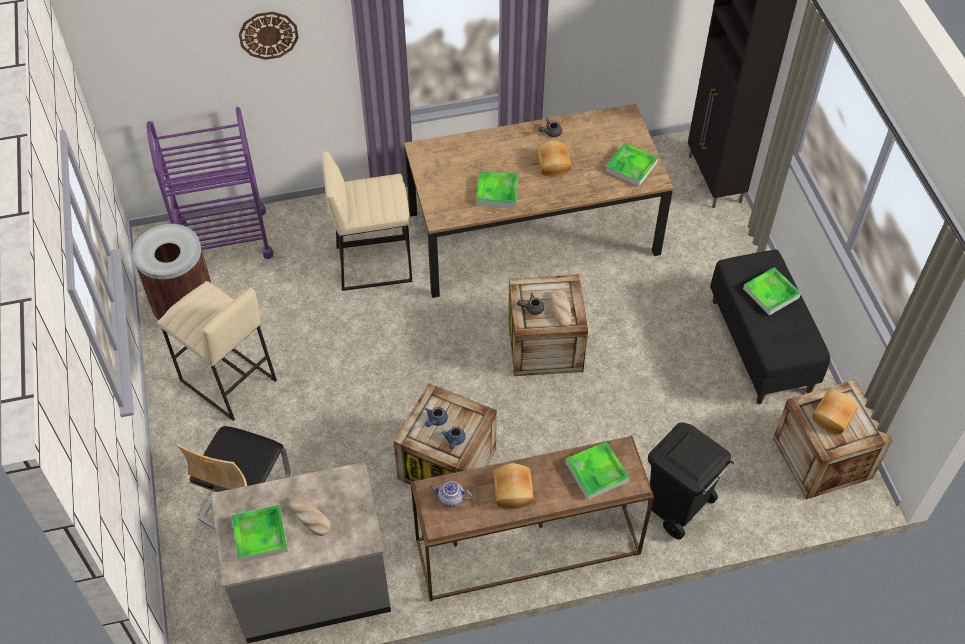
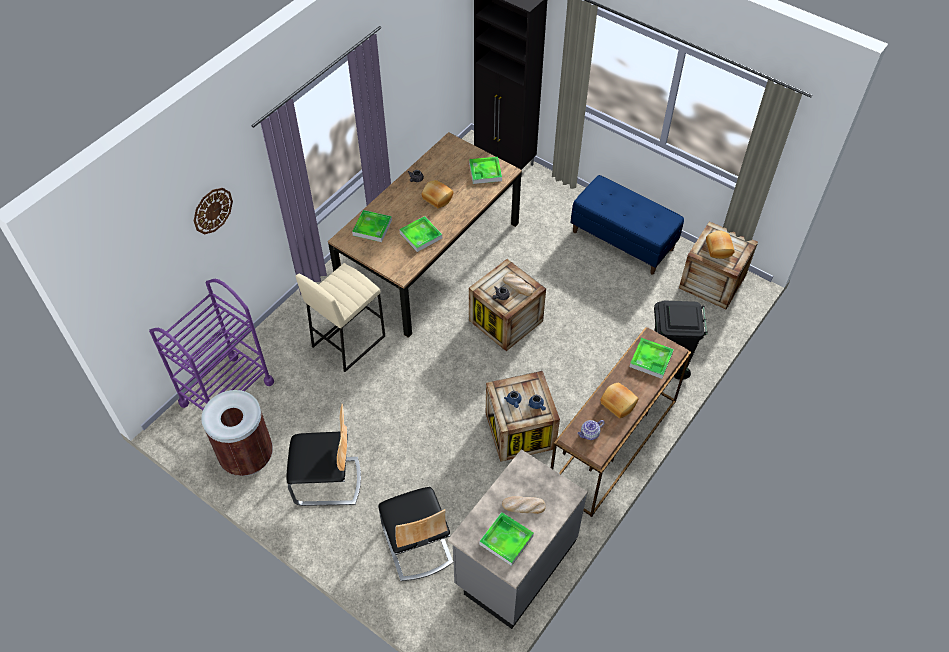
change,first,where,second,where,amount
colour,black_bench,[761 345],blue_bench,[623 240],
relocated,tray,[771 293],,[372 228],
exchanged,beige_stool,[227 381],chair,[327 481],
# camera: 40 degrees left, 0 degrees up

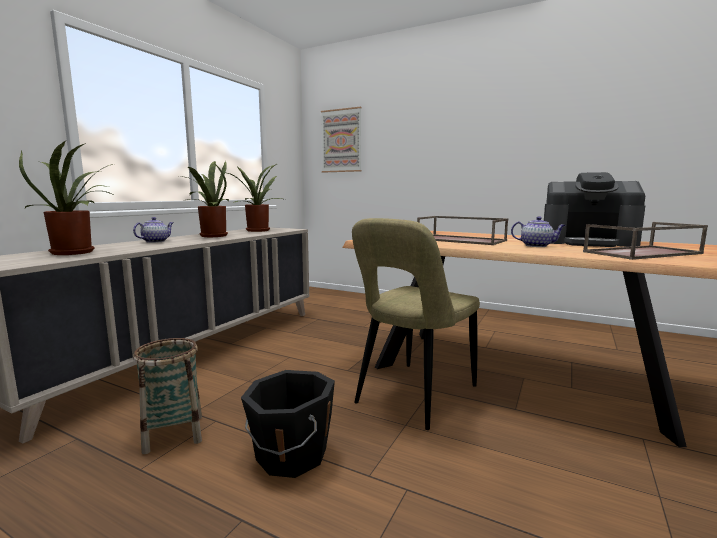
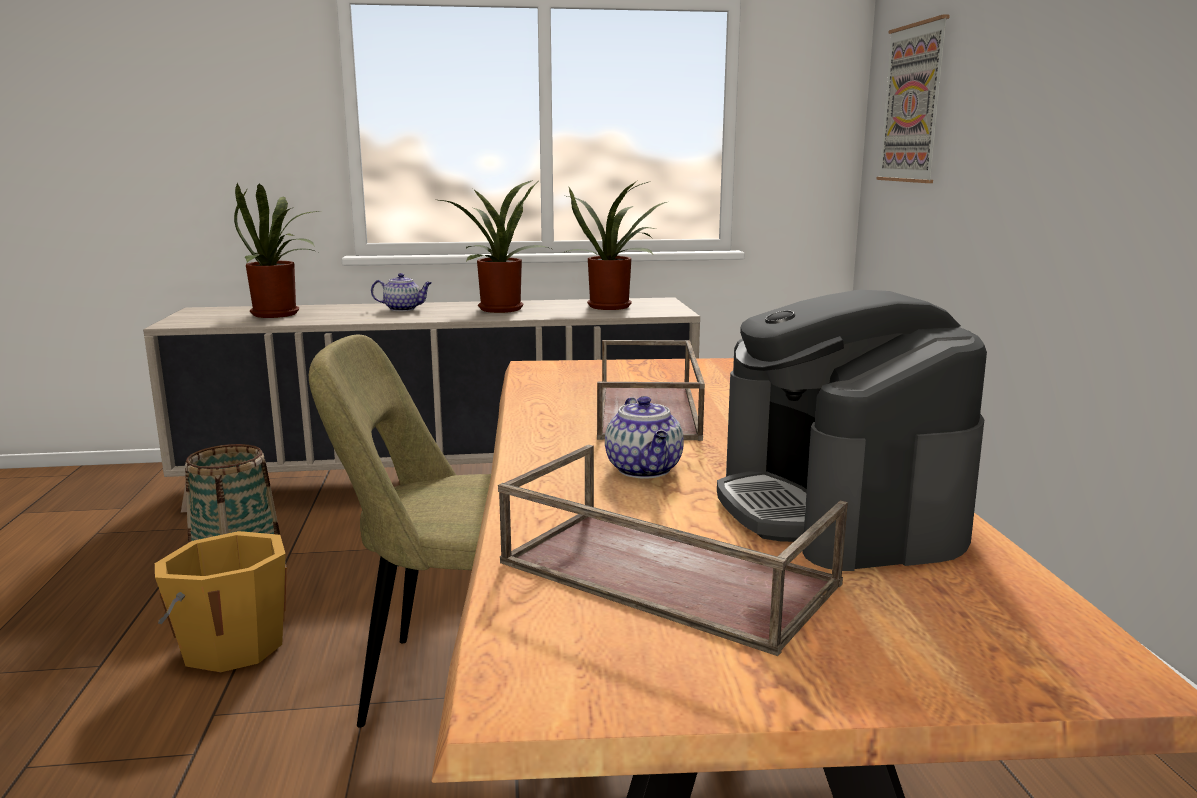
change,first,where,second,where,amount
colour,black_bucket,[290 455],orange_bucket,[231 645],
# camera: 55 degrees right, 5 degrees up

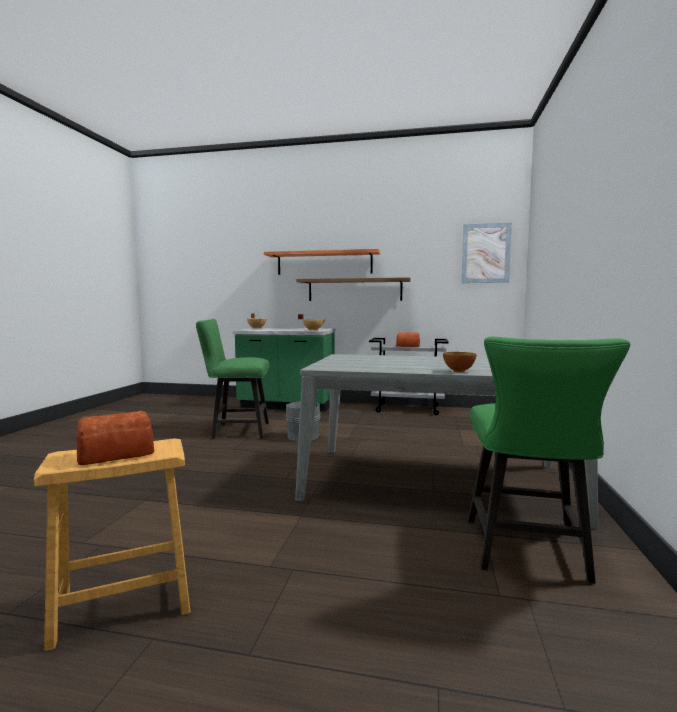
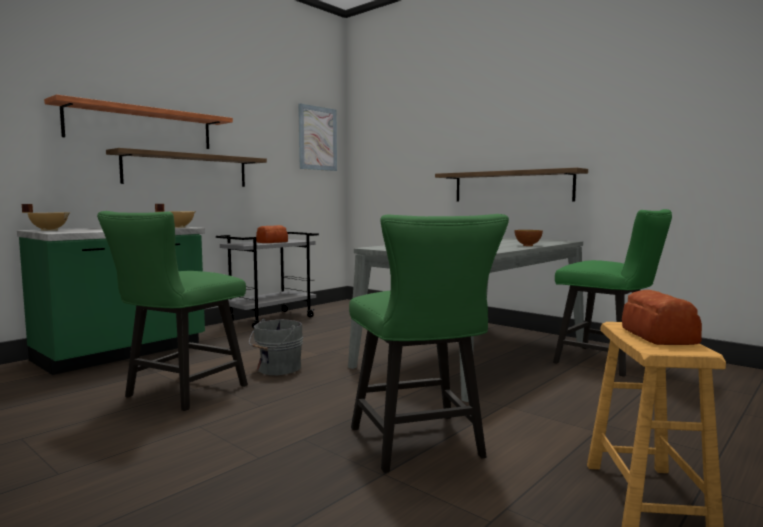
change,first,where,second,where,amount
appeared,,,shelf,[511 186],
appeared,,,green_chair,[421 446],
# camera: 60 degrees left, 0 degrees up

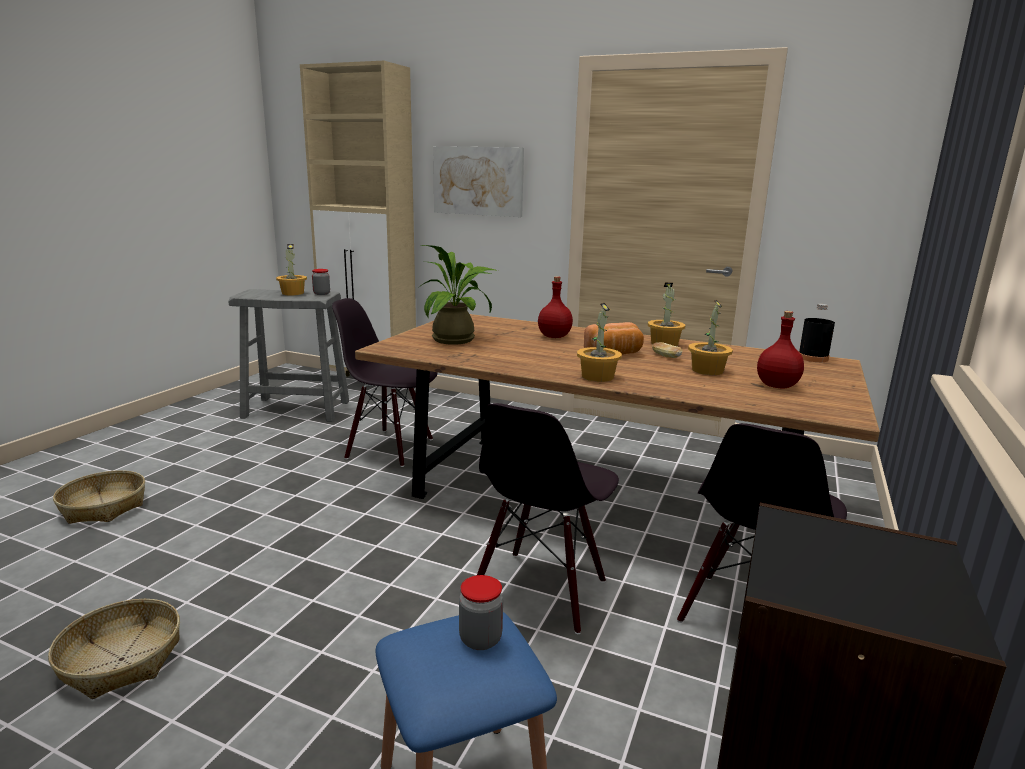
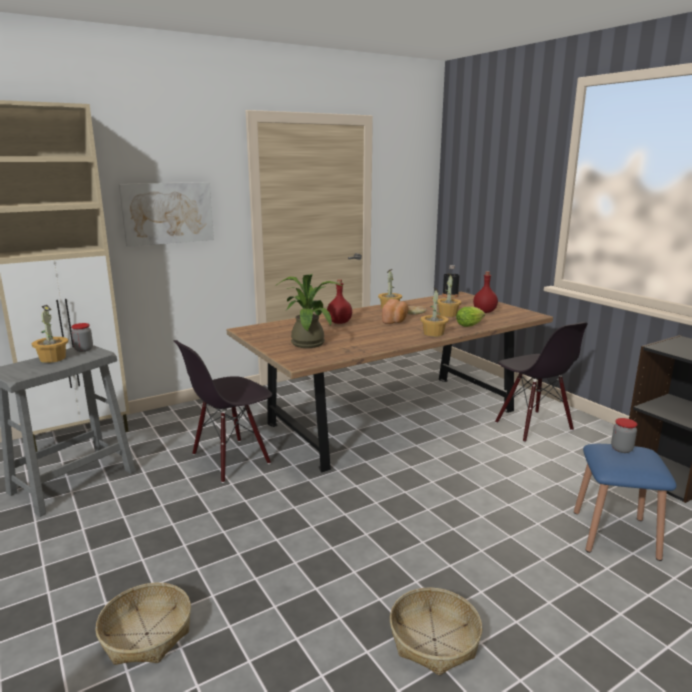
change,first,where,second,where,amount
missing,black_chair,[541 590],,,
appeared,,,lettuce,[470 325],
# camera: 55 degrees left, 0 degrees up

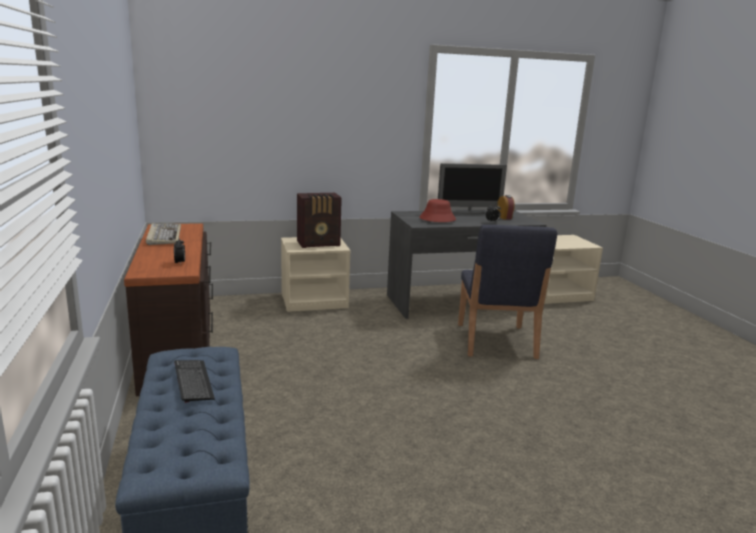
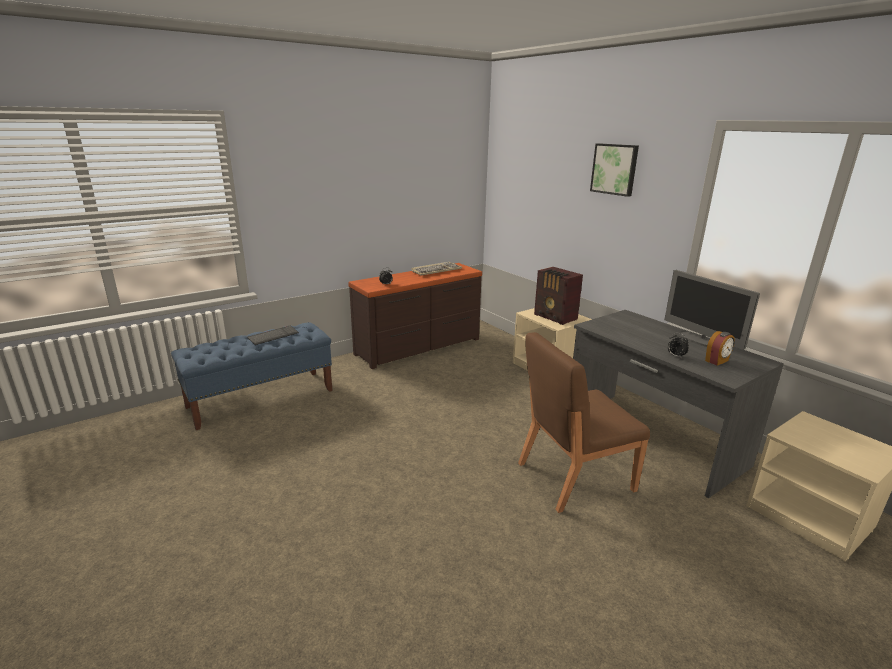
change,first,where,second,where,amount
missing,red_hat,[437 219],,,
colour,blue_chair,[495 341],brown_chair,[573 476],
appeared,,,picture,[615 169],
# camera: 70 degrees right, 5 degrees up

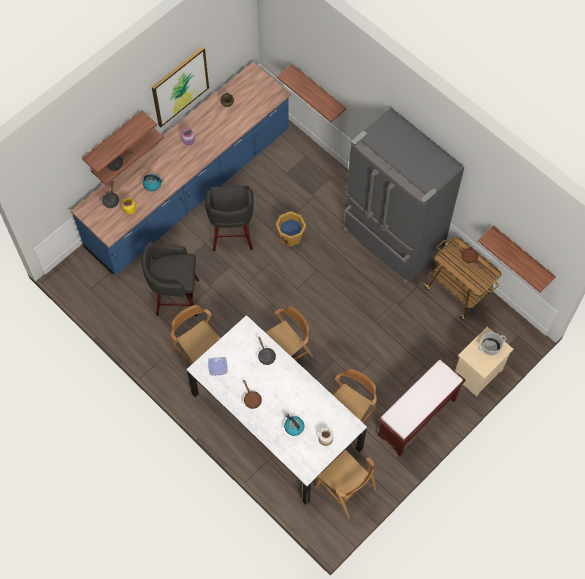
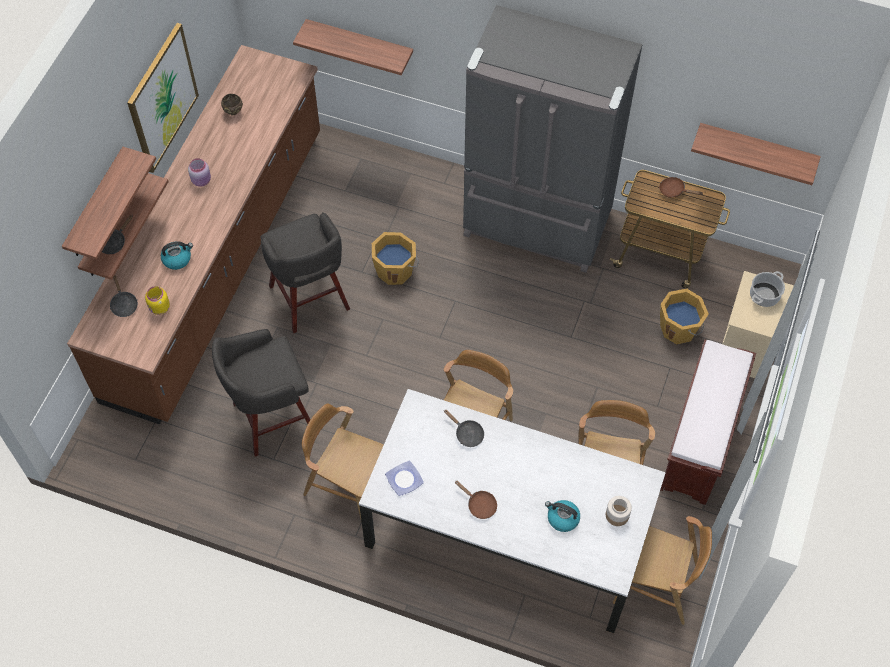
change,first,where,second,where,amount
colour,blue_counter,[189 189],brown_counter,[217 264],
appeared,,,orange_bucket,[679 328],
# camera: 25 degrees left, 5 degrees down

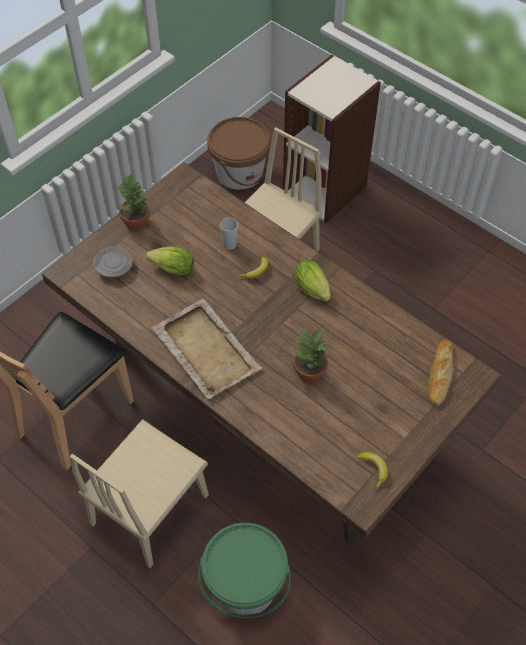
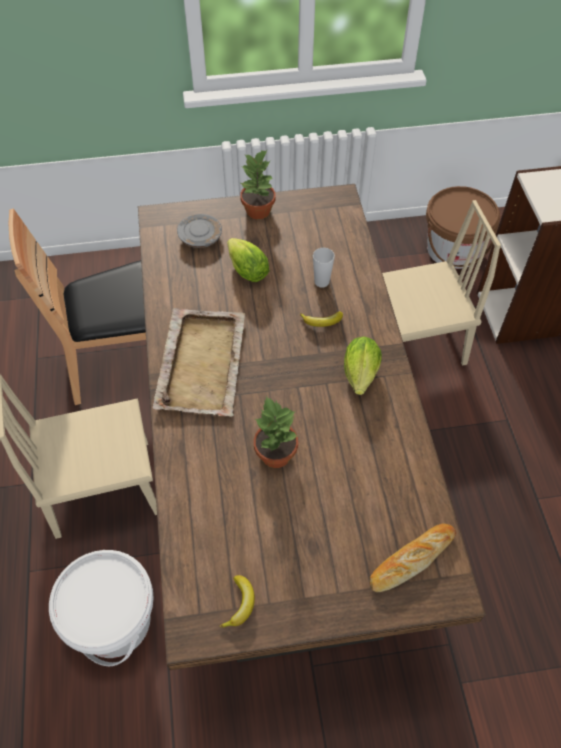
change,first,where,second,where,amount
colour,green_bucket,[245 585],white_bucket,[114 621],
# camera: 40 degrees right, 0 degrees up

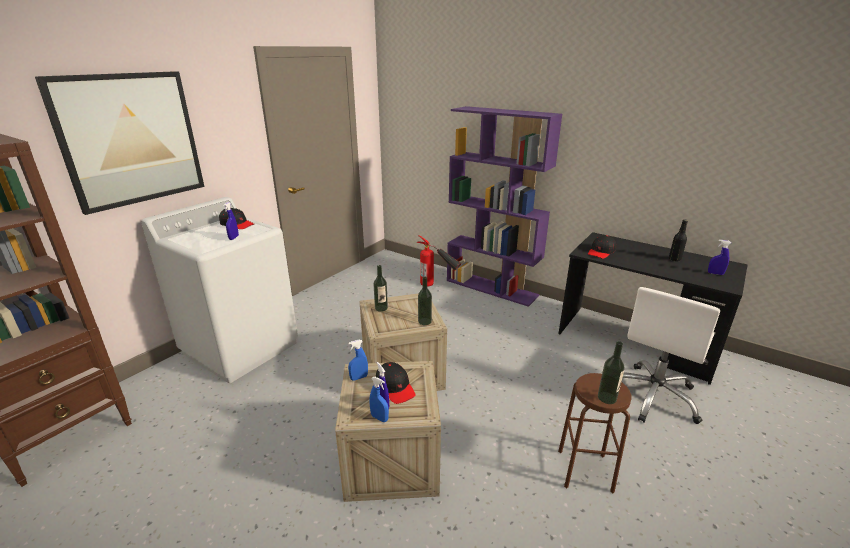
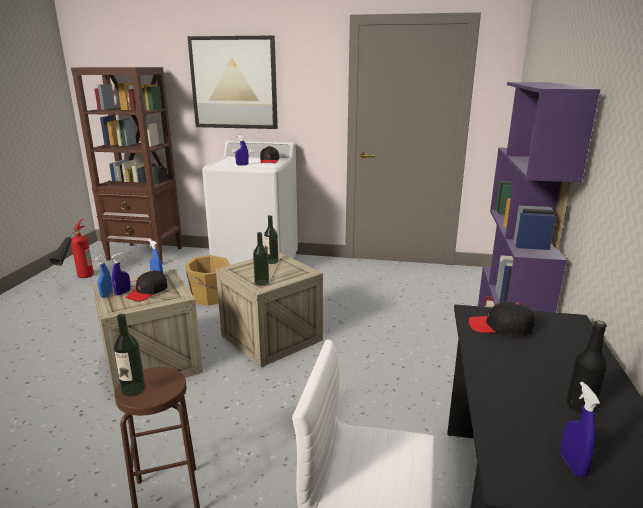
change,first,where,second,where,amount
relocated,fire_extinguisher,[437 286],,[77 281],
appeared,,,orange_bucket,[211 297],
# camera: 65 degrees right, 5 degrees down

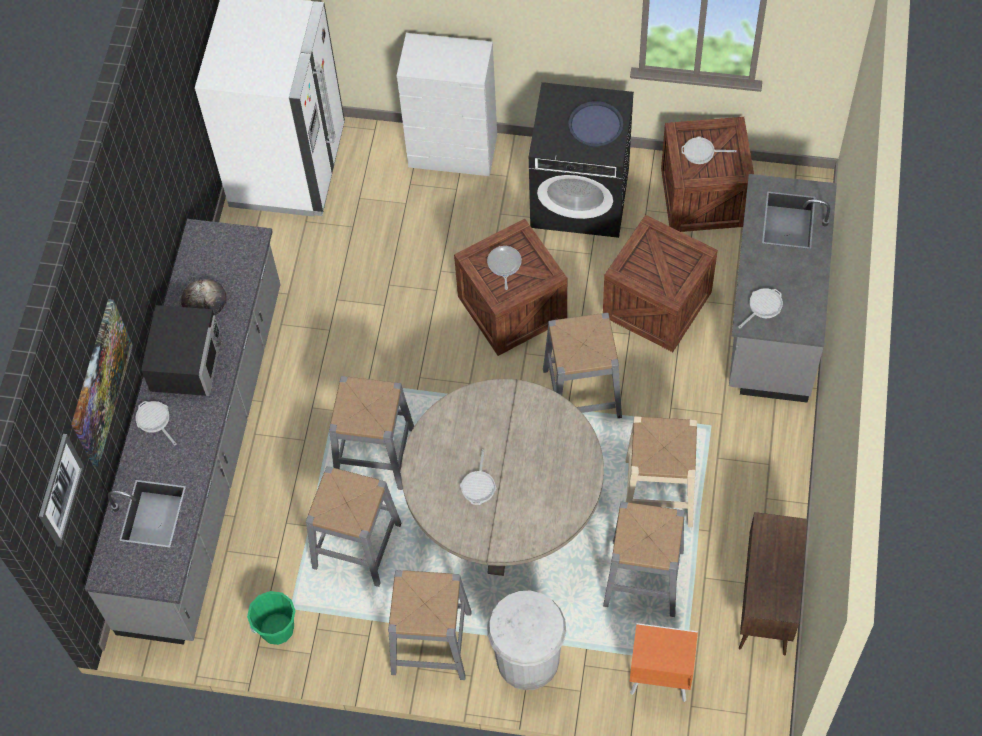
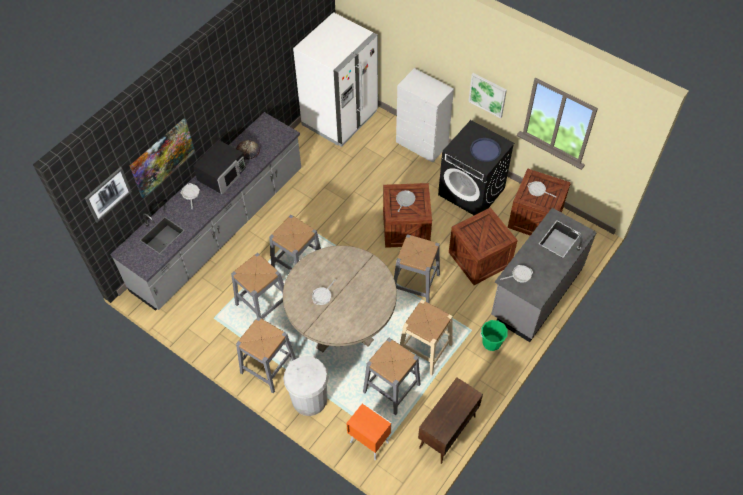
change,first,where,second,where,amount
relocated,green_bucket,[277 628],,[491 342],
appeared,,,picture,[487 94],
# camera: 25 degrees right, 5 degrees down

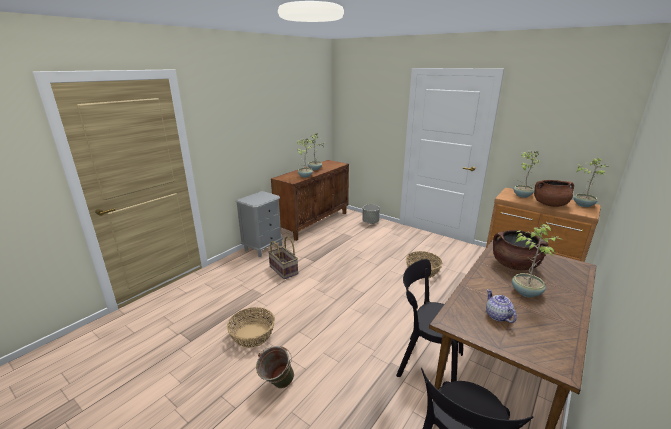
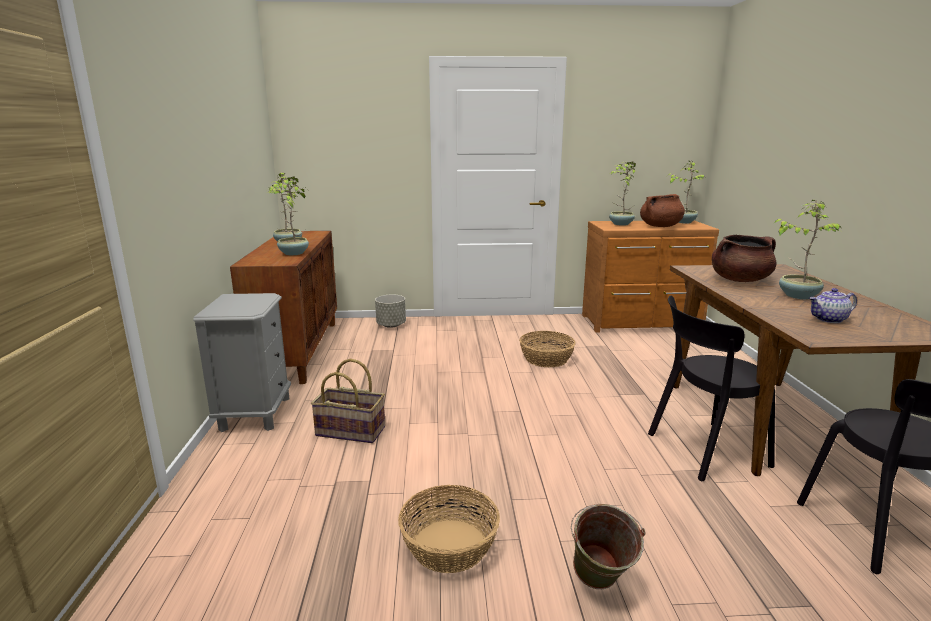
change,first,where,second,where,amount
spun,teapot,[497 316],,[829 319],45 degrees counterclockwise
# camera: 40 degrees left, 5 degrees down

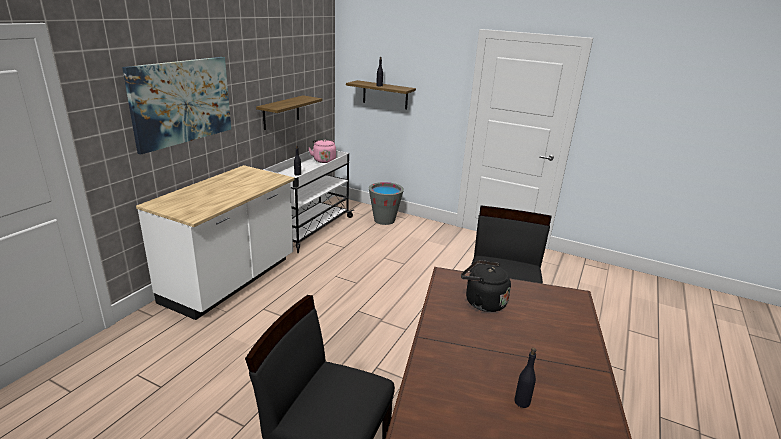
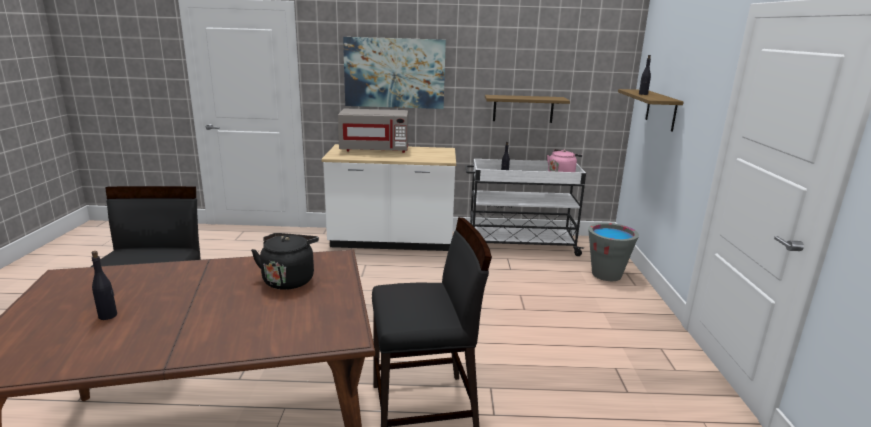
change,first,where,second,where,amount
appeared,,,grey_microwave,[375 150],
# camera: 65 degrees right, 5 degrees down

